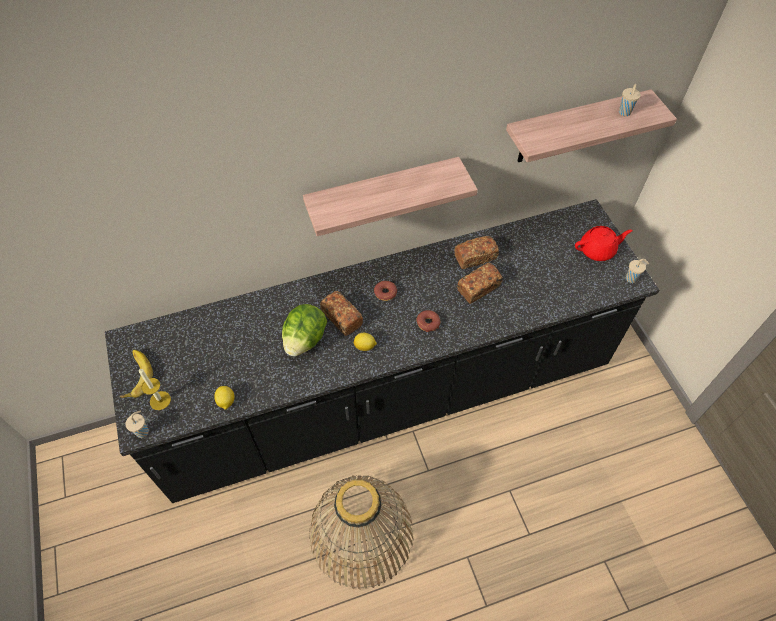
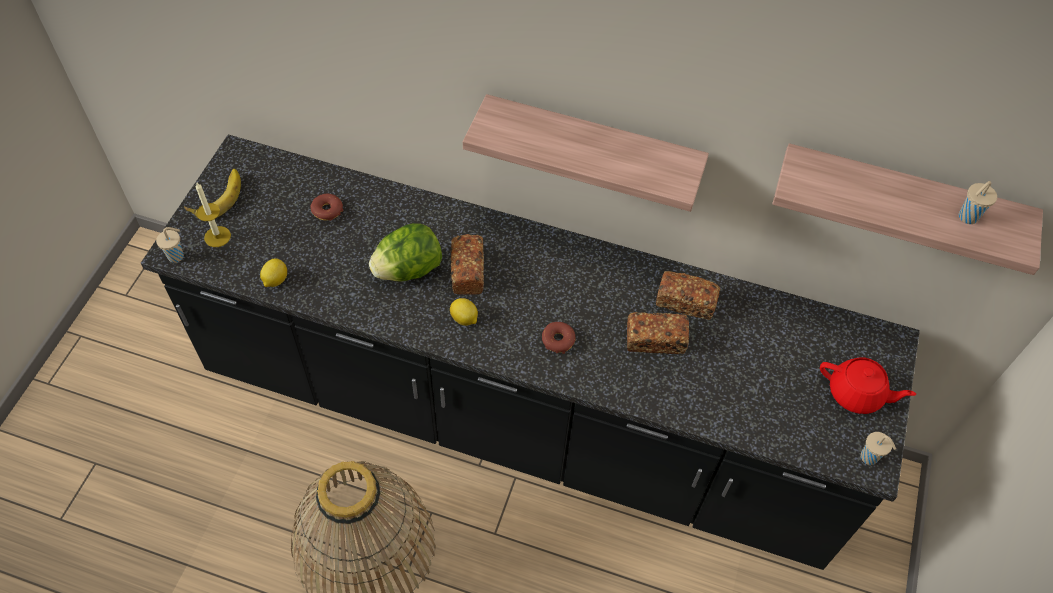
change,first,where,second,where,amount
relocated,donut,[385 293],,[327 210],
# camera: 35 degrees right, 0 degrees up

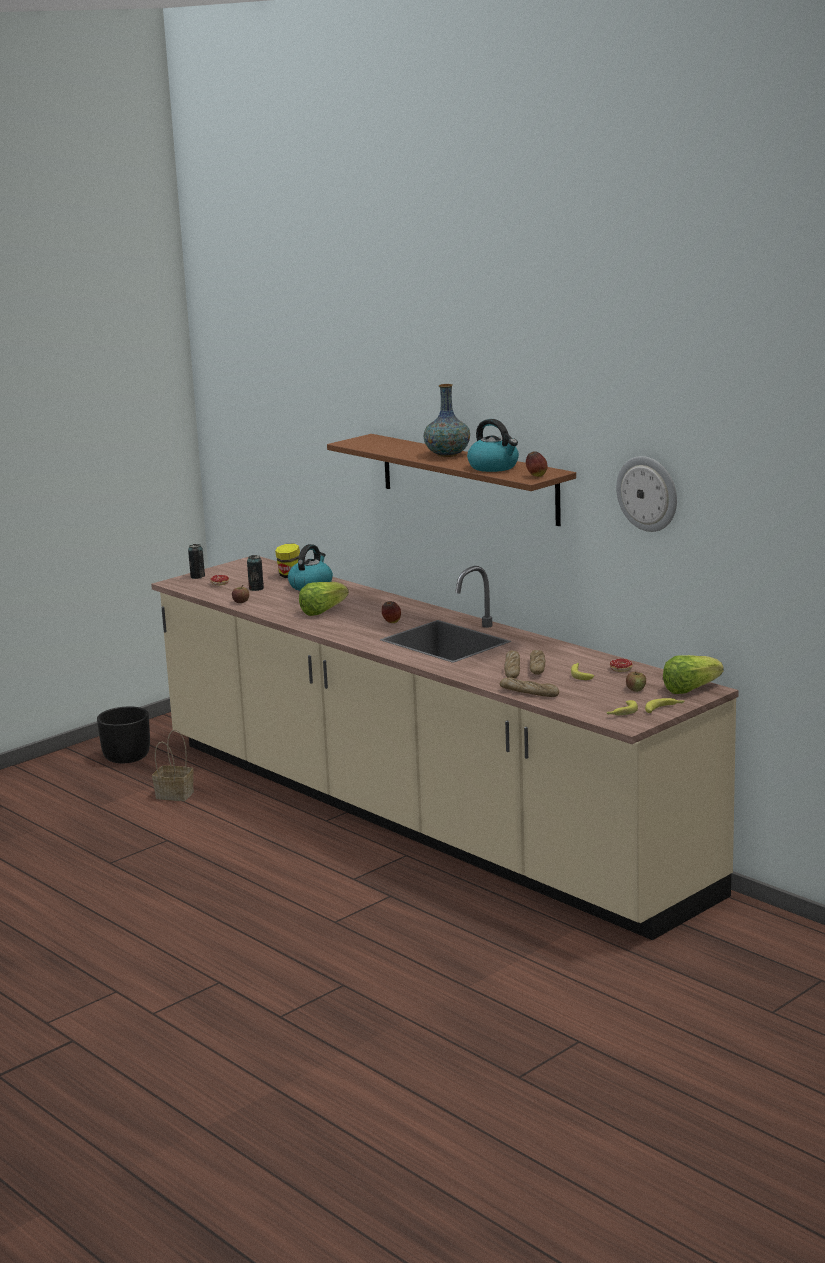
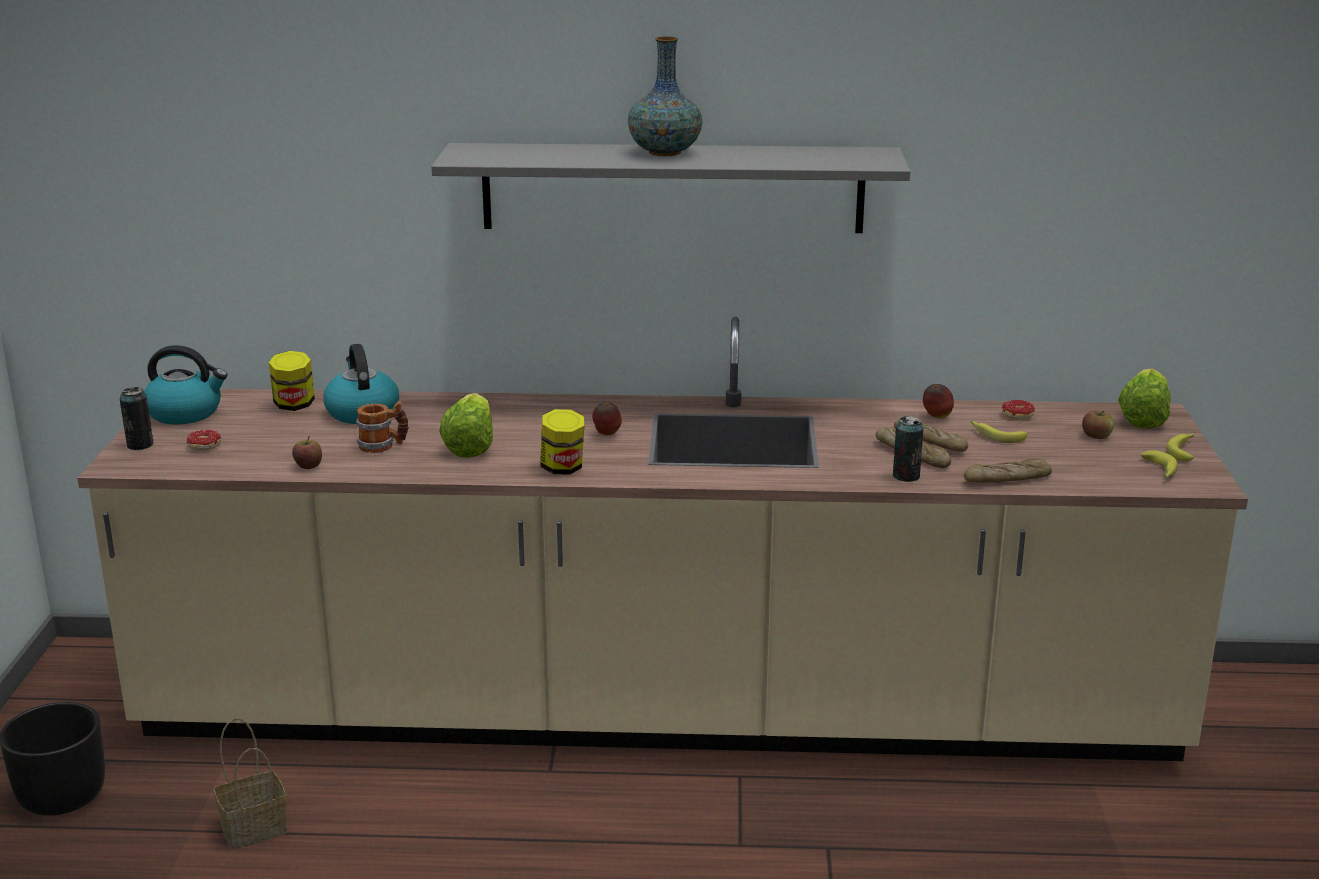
change,first,where,second,where,amount
relocated,kettle,[494 467],,[186 413],
colour,brown_shelf,[468 479],grey_shelf,[672 188],
relocated,apple,[536 476],,[936 417],
missing,wall_clock,[648 493],,,
relocated,can,[256 588],,[906 476],
appeared,,,mug,[383 446],
appeared,,,jar,[562 468],
# camera: 45 degrees left, 5 degrees up

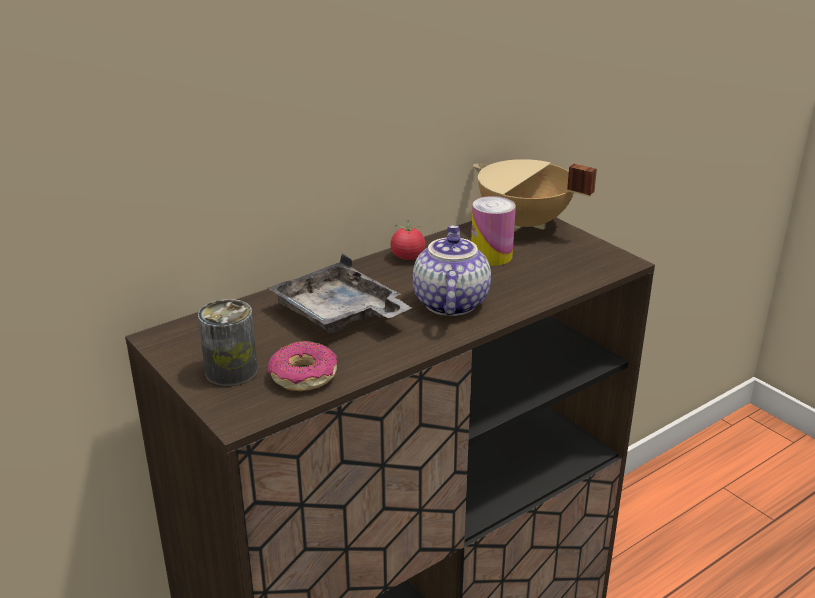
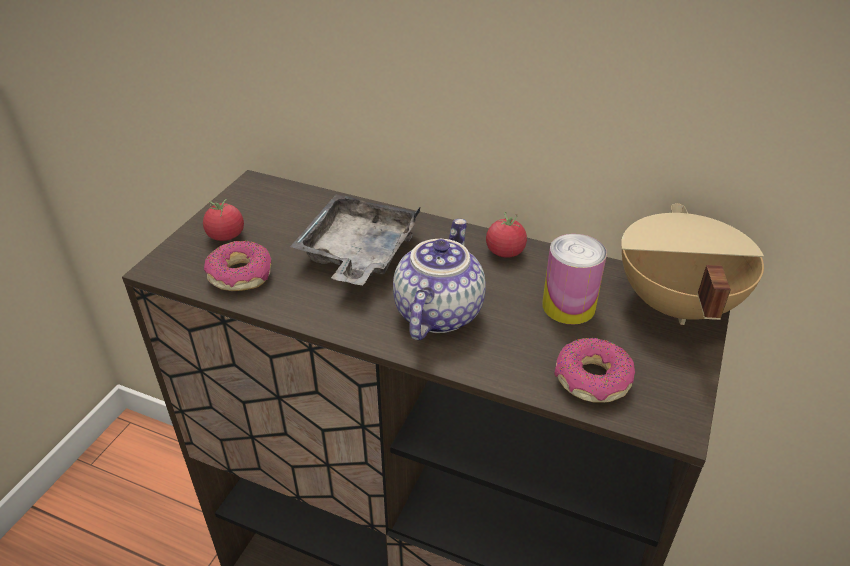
change,first,where,second,where,amount
spun,teapot,[448 303],,[436 312],45 degrees counterclockwise
exchanged,can,[231 371],tomato,[226 236],
appeared,,,donut,[592 379],
# camera: 60 degrees right, 10 degrees up

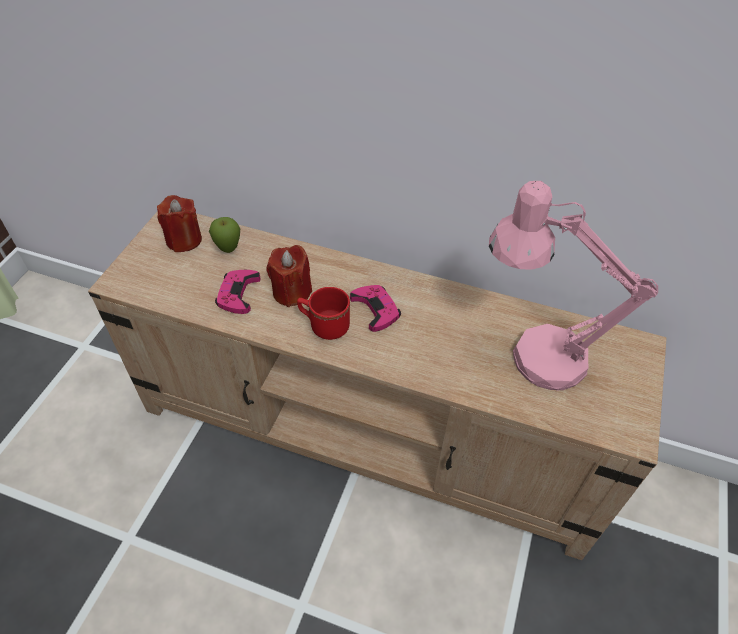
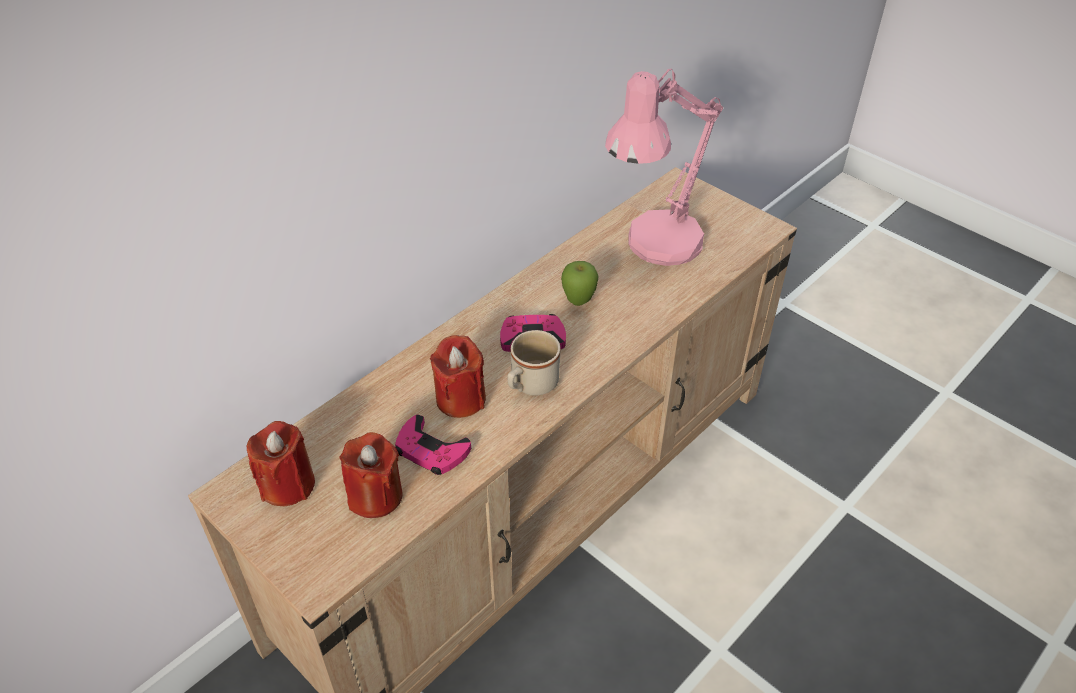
change,first,where,second,where,amount
relocated,apple,[228 250],,[578 302],
colour,red_mug,[324 325],beige_mug,[530 385],
appeared,,,red_candle,[375 496],
# camera: 65 degrees left, 5 degrees down

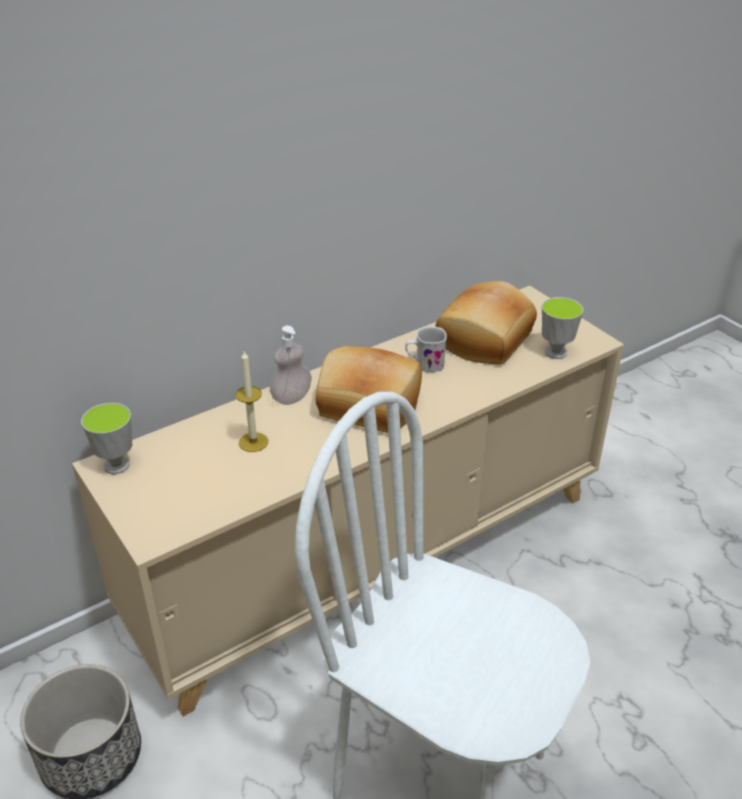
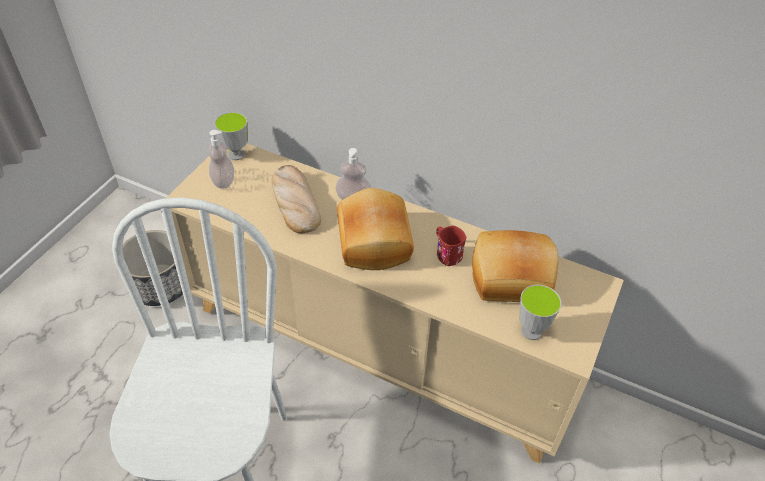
change,first,where,second,where,amount
colour,white_mug,[424 364],red_mug,[446 253],
exchanged,candle,[253 442],bread,[294 201],
appeared,,,soap_dispenser,[223 181],
# camera: 60 degrees right, 10 degrees up

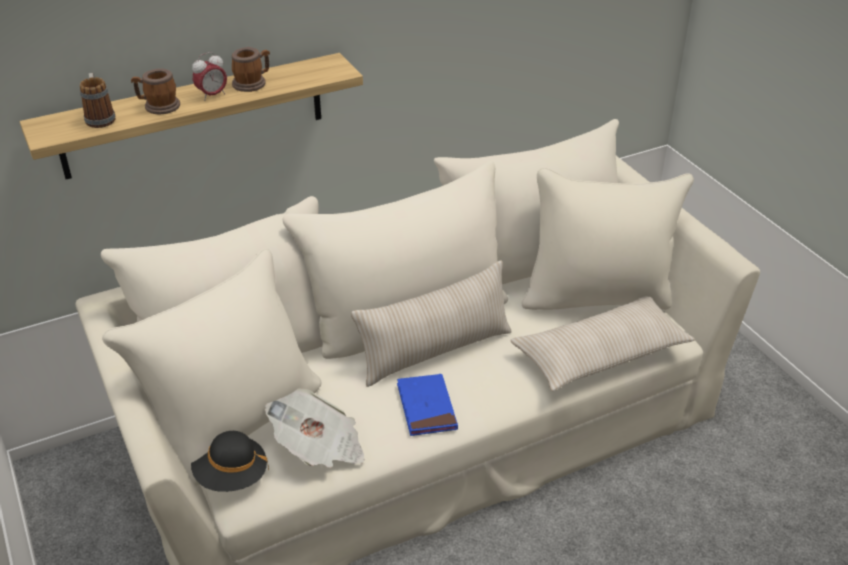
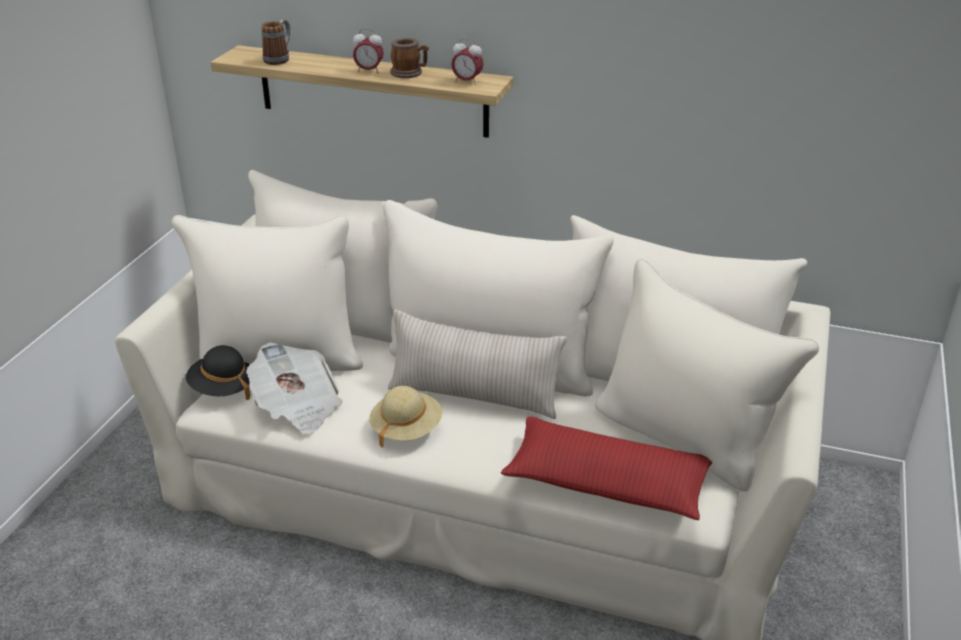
change,first,where,second,where,amount
missing,mug,[158 106],,,
colour,beige_pillow,[600 354],red_pillow,[607 482],
exchanged,blue_book,[426 407],beige_hat,[406 429],
appeared,,,alarm_clock,[467 81],
# camera: 45 degrees right, 5 degrees down

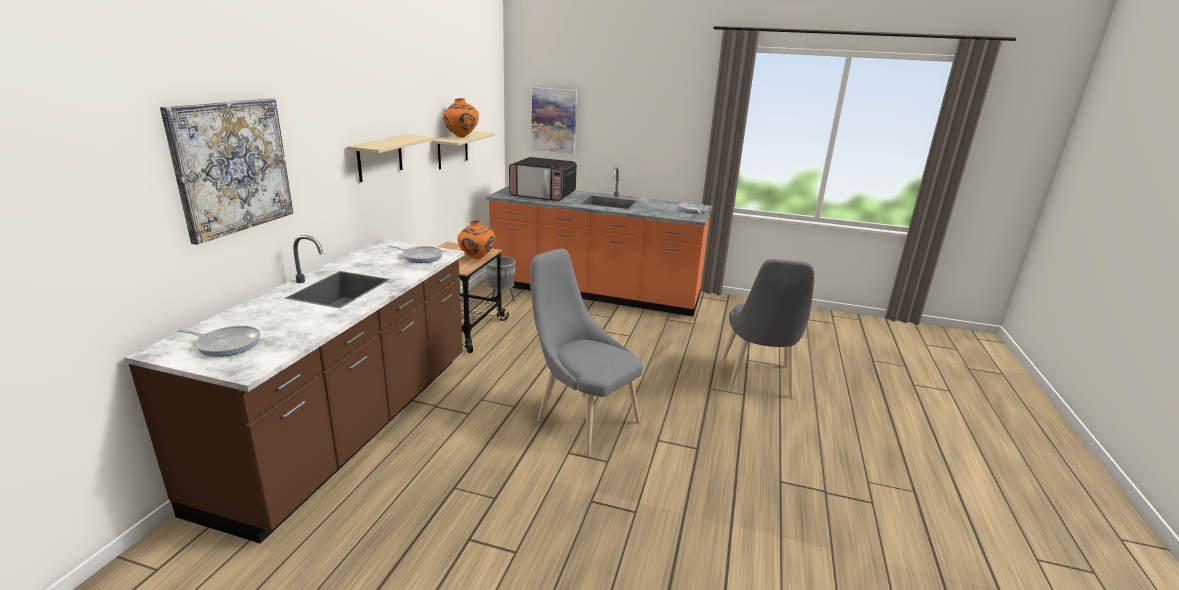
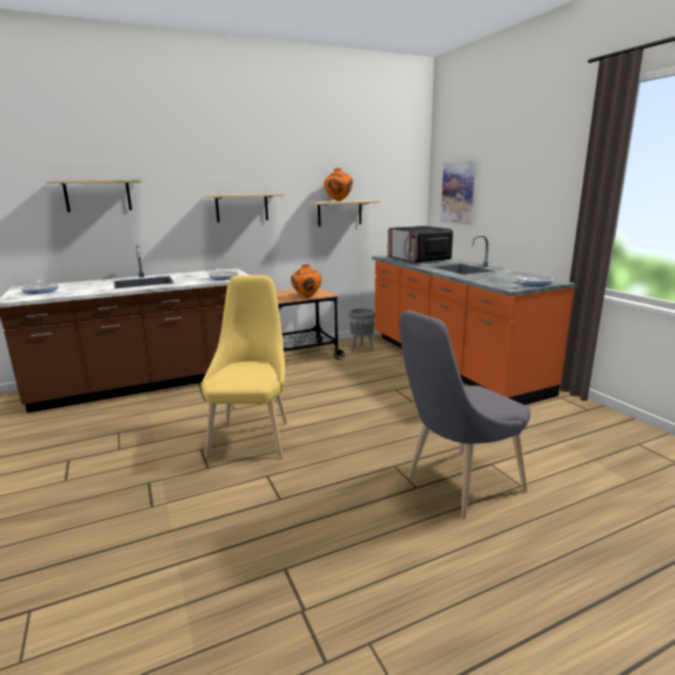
change,first,where,second,where,amount
exchanged,picture,[232 167],beige_shelf,[98 195],
colour,grey_chair,[582 419],yellow_chair,[252 435],
# camera: 50 degrees right, 5 degrees down

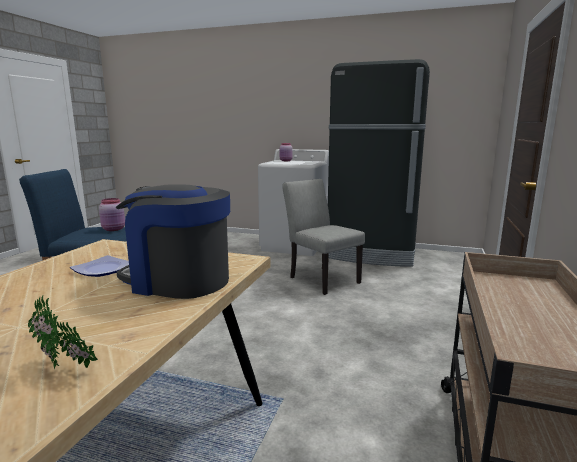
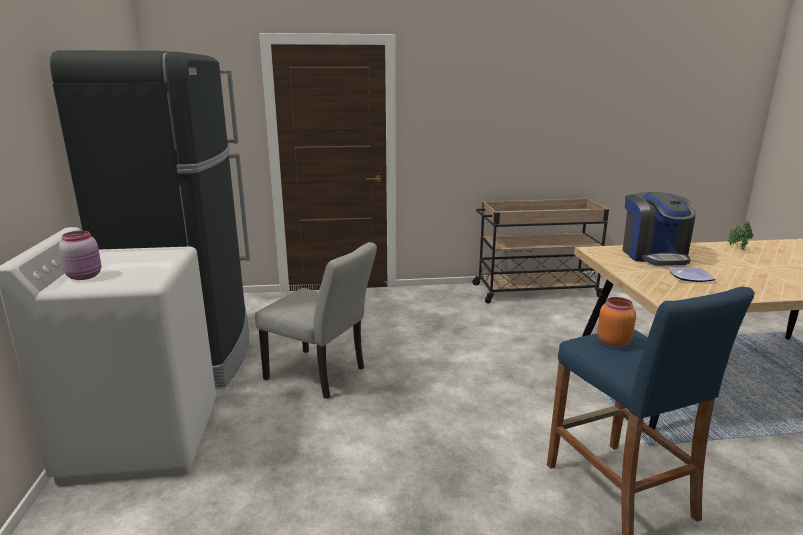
change,first,where,second,where,amount
spun,grey_chair,[320 278],,[321 375],90 degrees counterclockwise
colour,pink_jar,[114 229],orange_jar,[613 342],
# camera: 115 degrees left, 5 degrees up

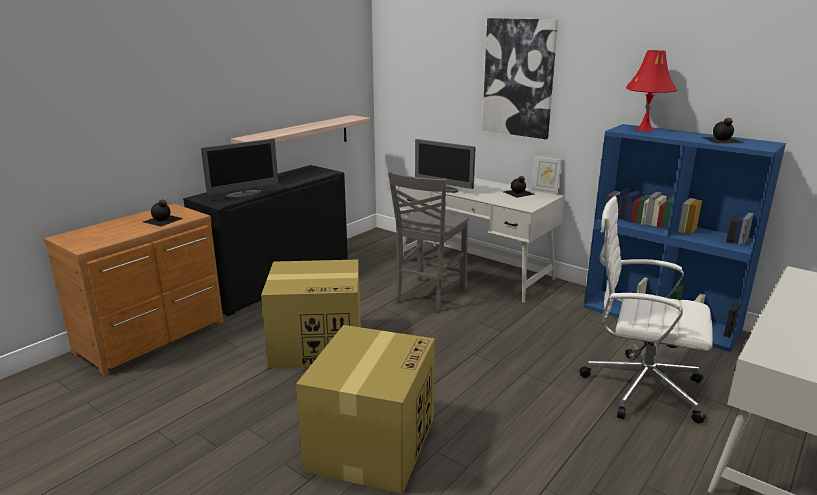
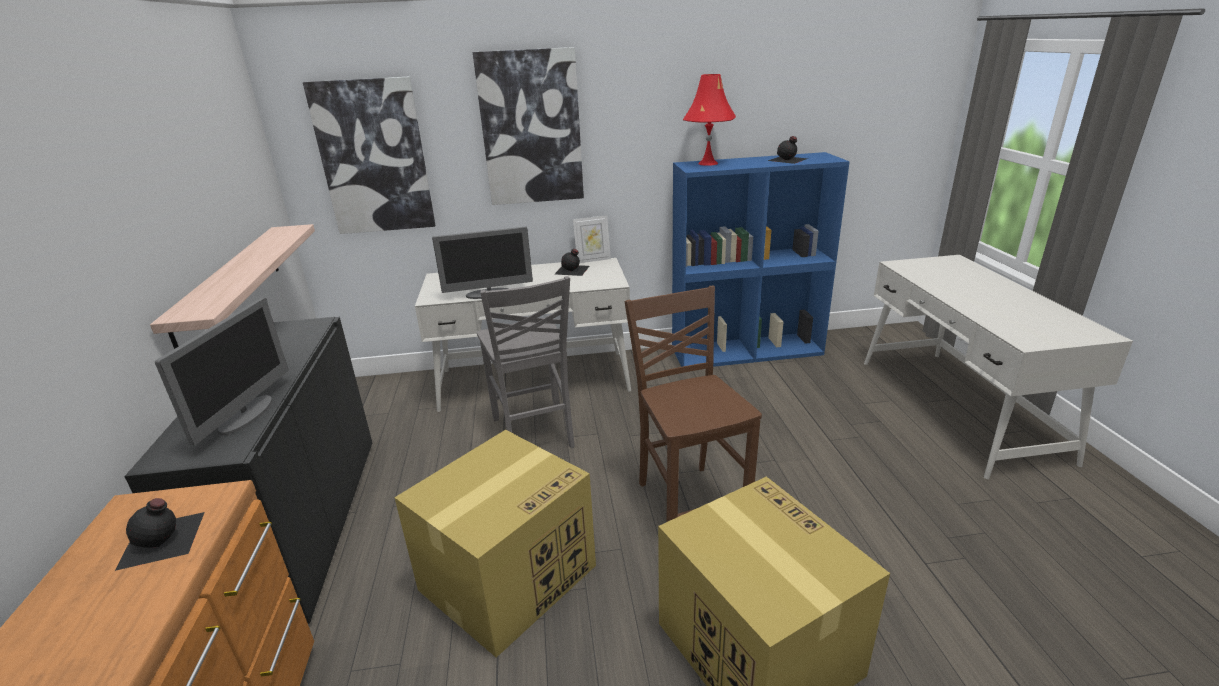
change,first,where,second,where,amount
missing,white_office_chair,[639 387],,,
appeared,,,picture,[374 157],
appeared,,,brown_chair,[689 502],
# camera: 45 degrees left, 5 degrees up

